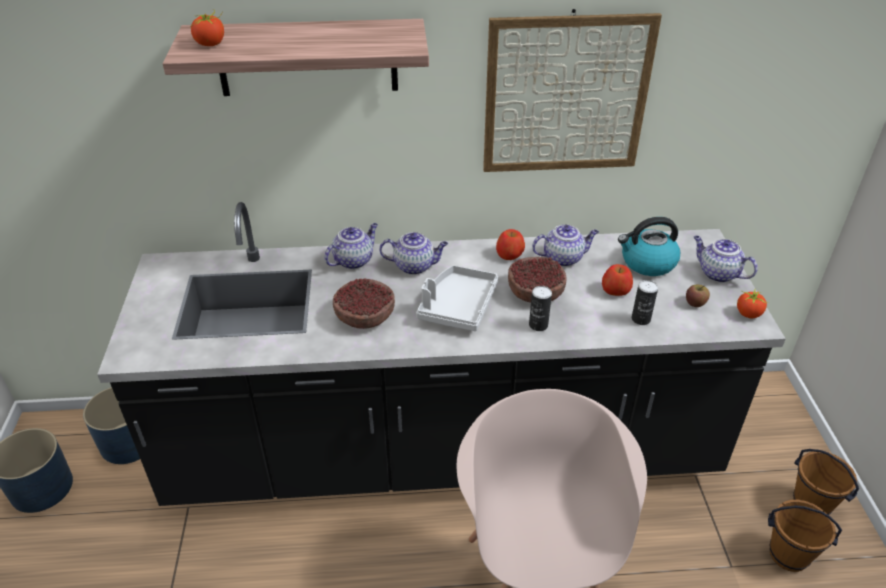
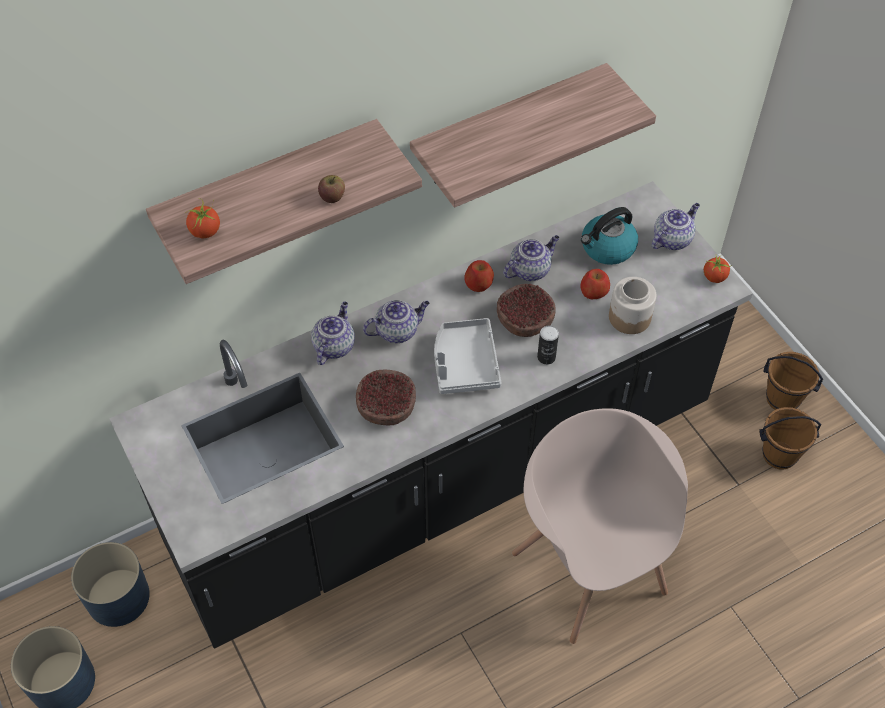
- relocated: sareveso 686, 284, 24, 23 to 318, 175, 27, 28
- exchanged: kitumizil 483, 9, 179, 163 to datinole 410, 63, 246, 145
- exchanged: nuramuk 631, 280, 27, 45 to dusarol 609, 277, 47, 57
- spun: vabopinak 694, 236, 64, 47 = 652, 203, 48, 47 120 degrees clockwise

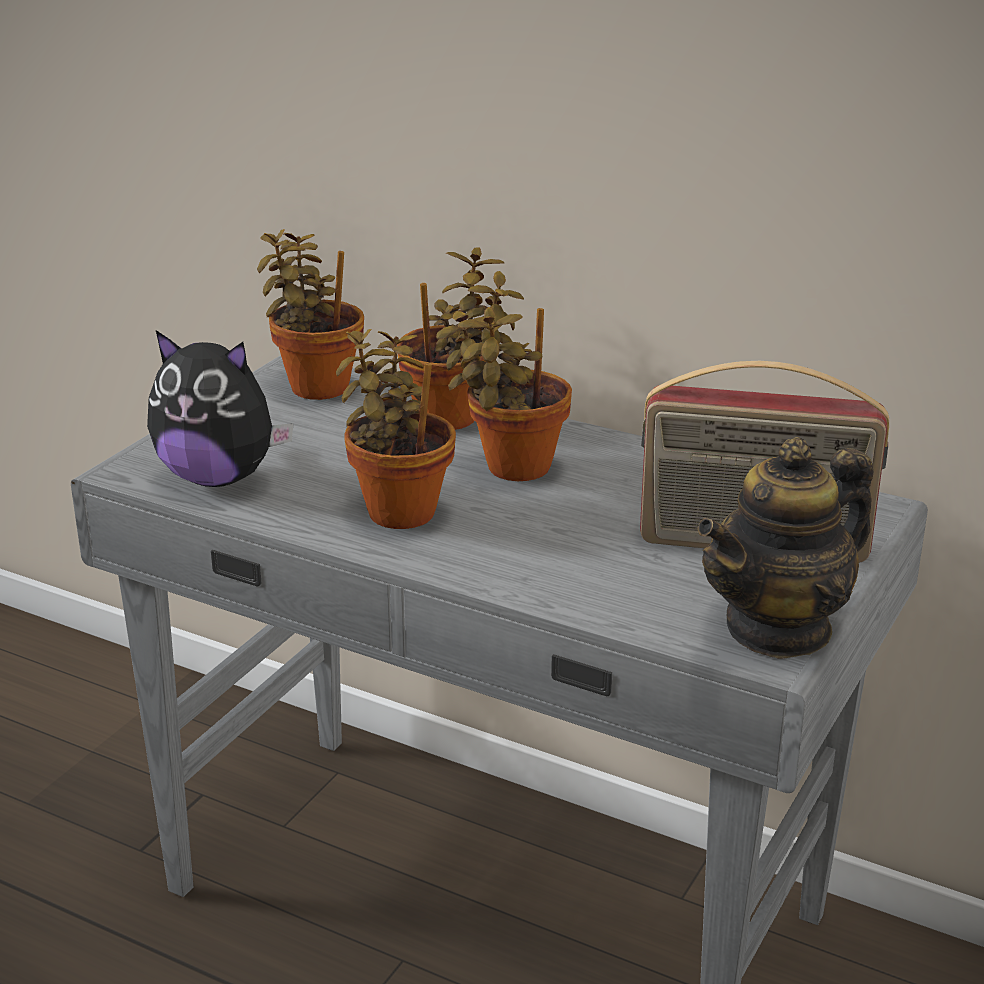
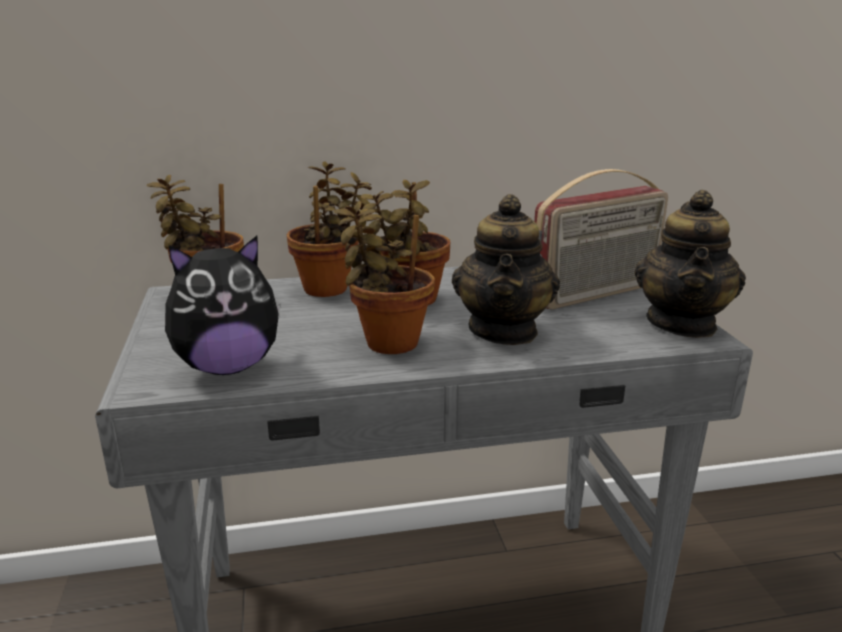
- appeared: vabopinak 452, 194, 108, 151

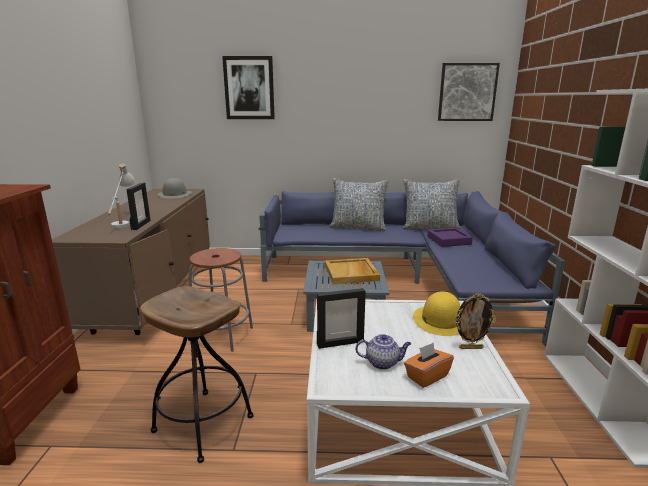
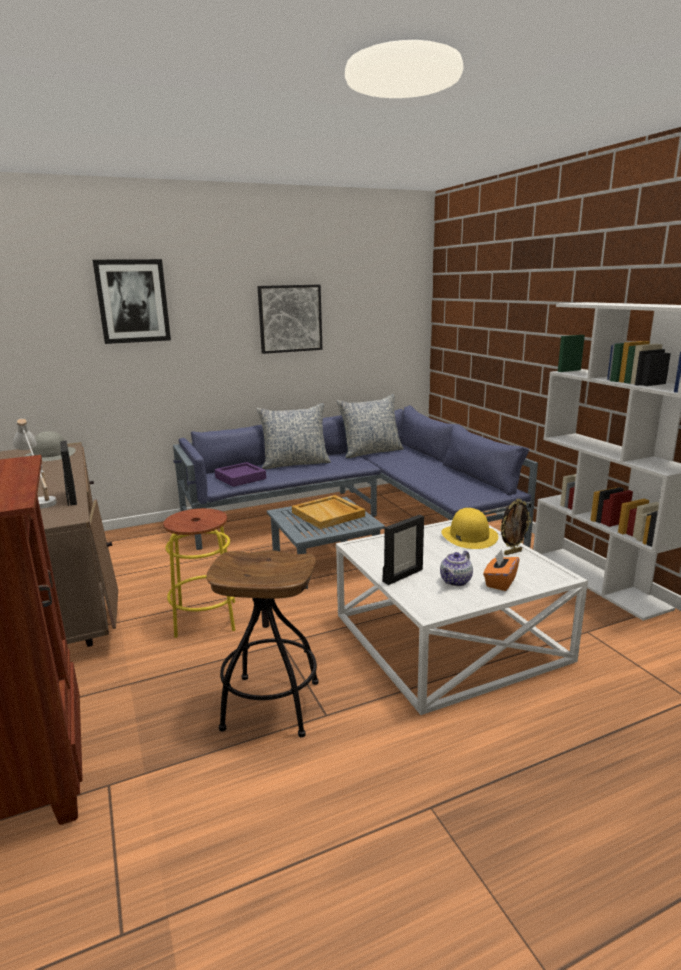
- colour: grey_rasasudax 189, 248, 64, 104 to yellow_rasasudax 163, 508, 72, 130
- relocated: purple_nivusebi 427, 228, 46, 19 to 215, 462, 51, 25
- relocated: kitumizil 438, 63, 62, 58 to 257, 284, 66, 70
- spun: vabopinak 356, 334, 55, 36 = 440, 551, 33, 35 150 degrees clockwise

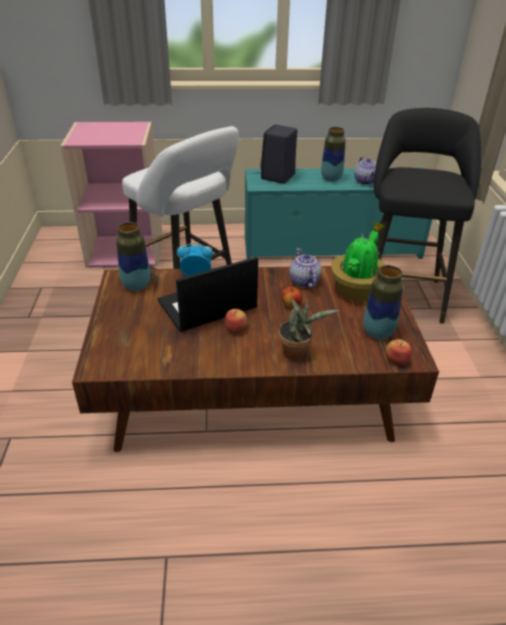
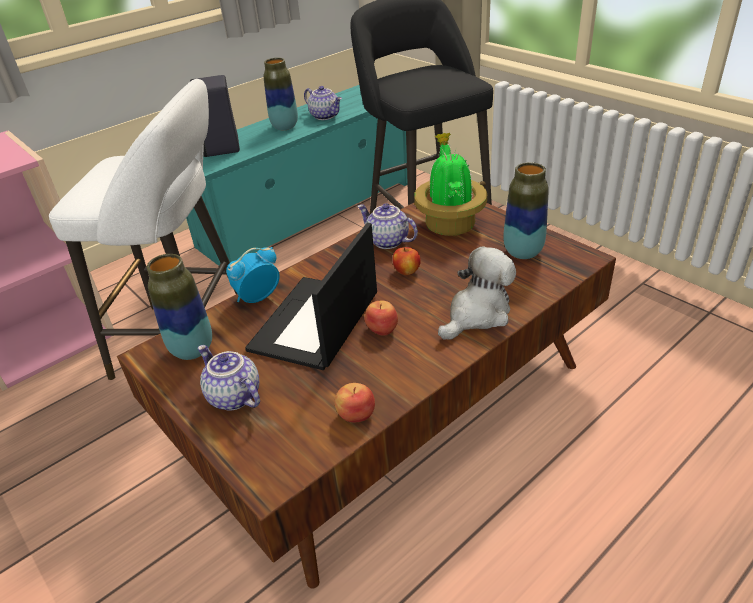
- appeared: vabopinak 198, 345, 62, 65
- relocated: sareveso 386, 339, 26, 26 to 334, 383, 41, 39
- exchanged: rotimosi 279, 298, 60, 62 to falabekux 438, 246, 78, 94

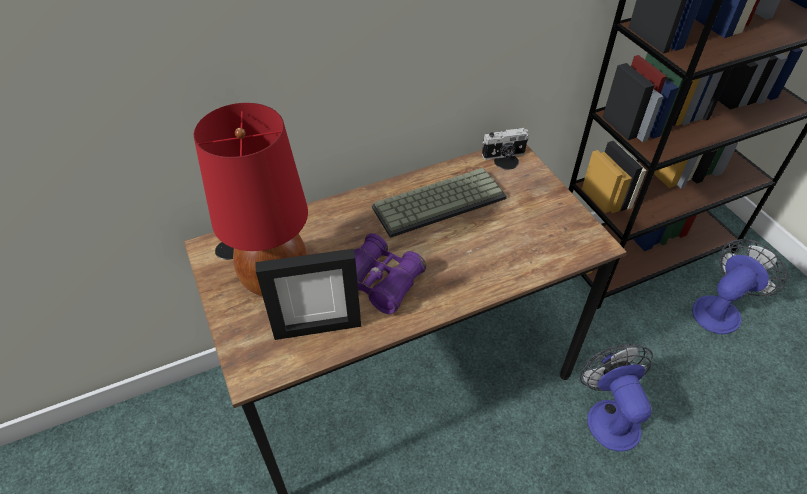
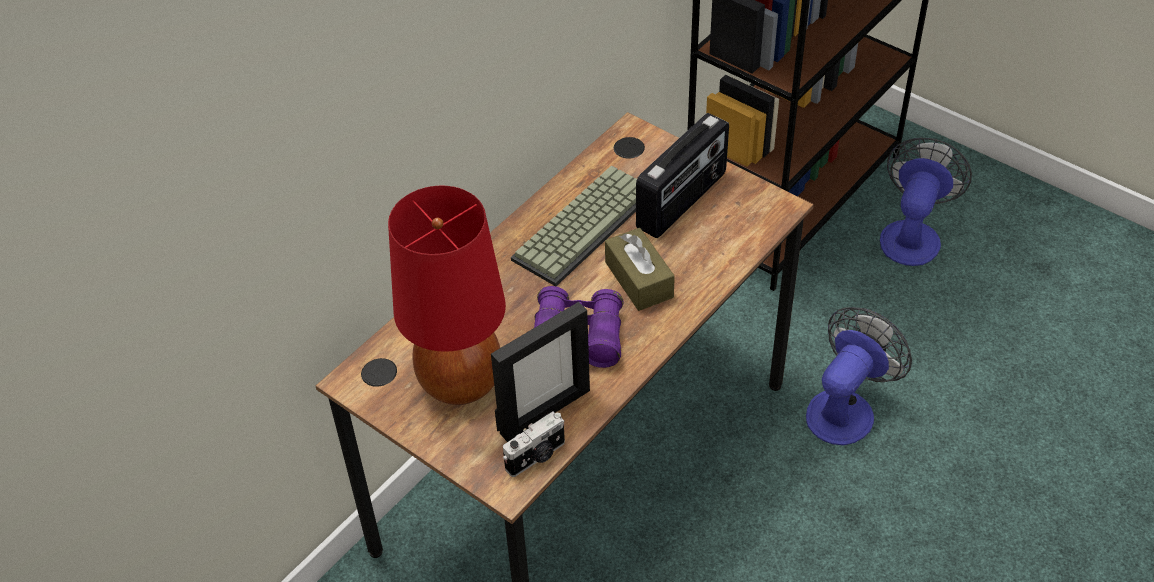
- relocated: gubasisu 482, 128, 47, 32 to 503, 412, 62, 65
- appeared: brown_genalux 605, 228, 70, 83
- appeared: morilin 636, 113, 93, 125
- spun: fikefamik 580, 344, 73, 108 = 806, 307, 106, 139 75 degrees clockwise

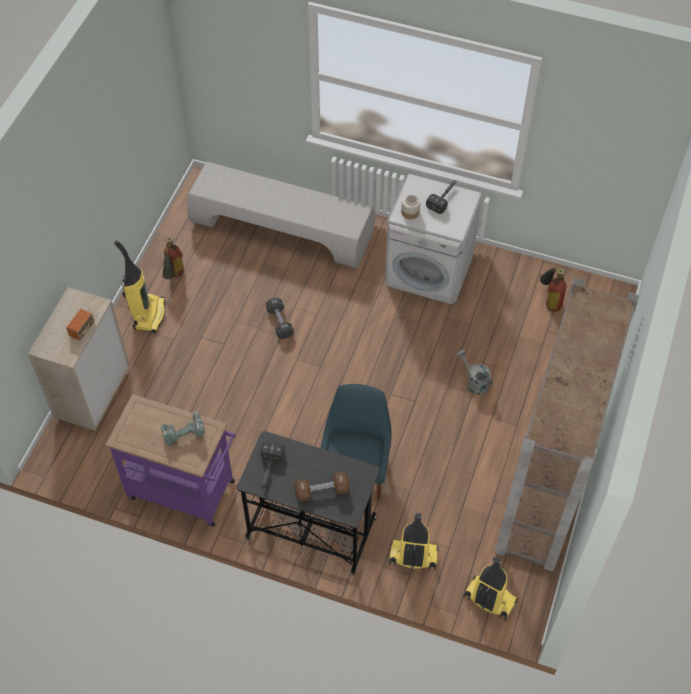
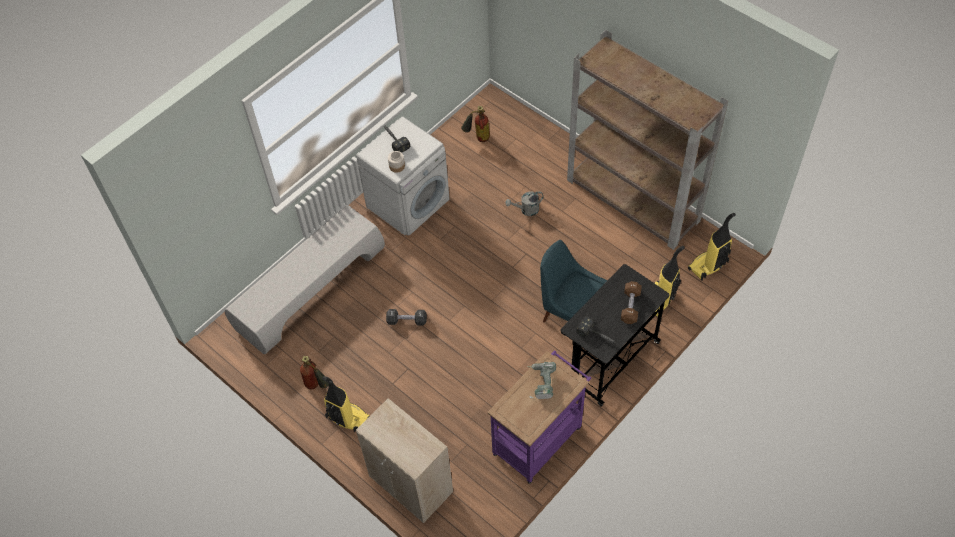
- missing: morilin 41, 309, 54, 46

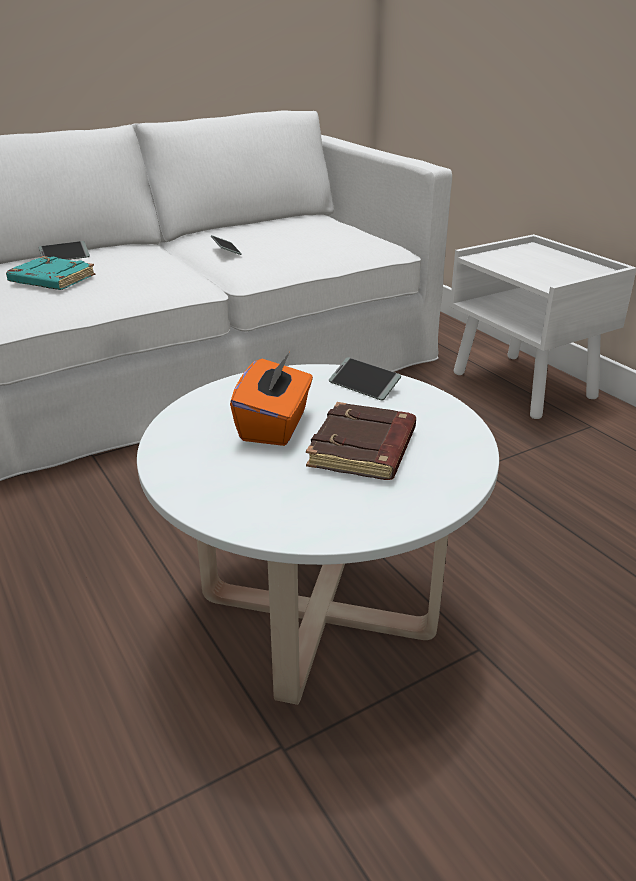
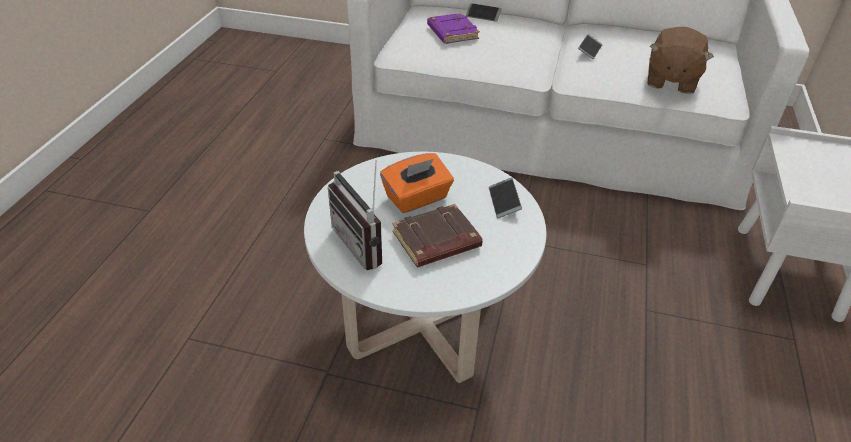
- appeared: morilin 328, 160, 54, 110
- colour: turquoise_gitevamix 6, 256, 89, 34 to purple_gitevamix 427, 13, 53, 31
- appeared: brown_falabekux 648, 27, 66, 67

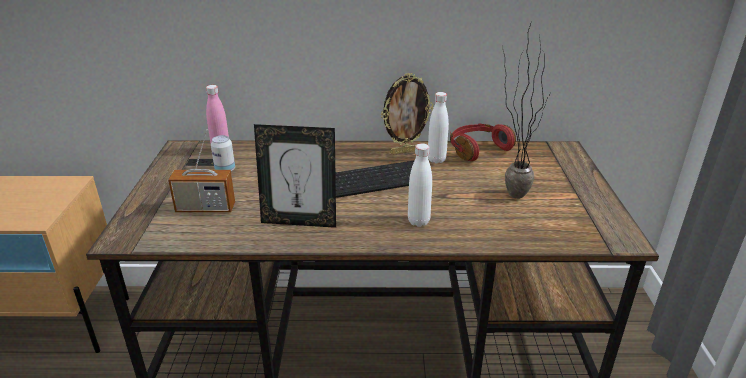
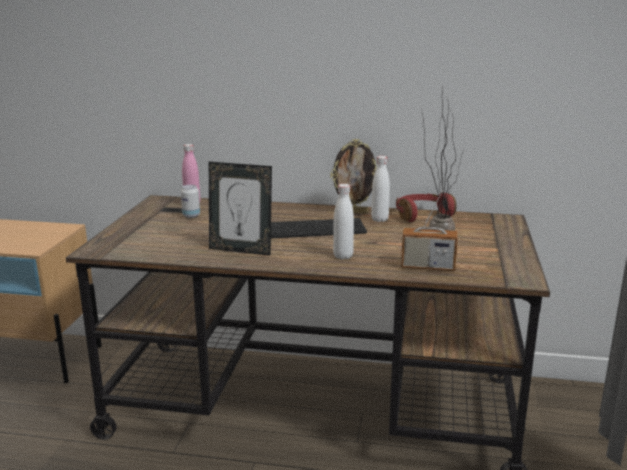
- relocated: morilin 168, 129, 67, 83 to 401, 190, 57, 81

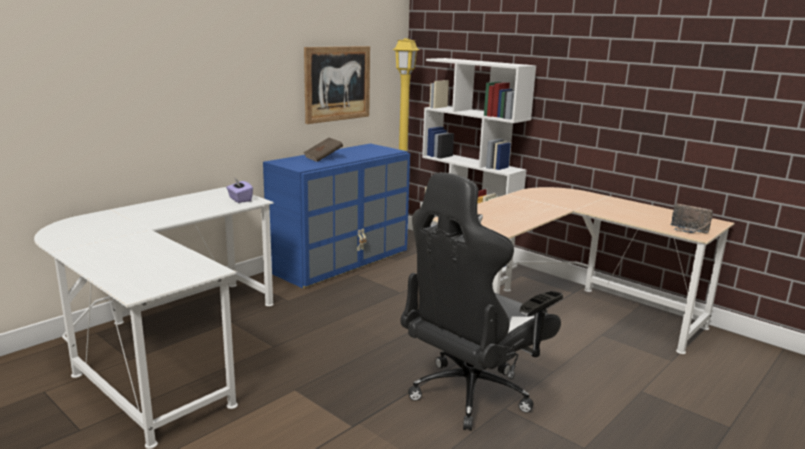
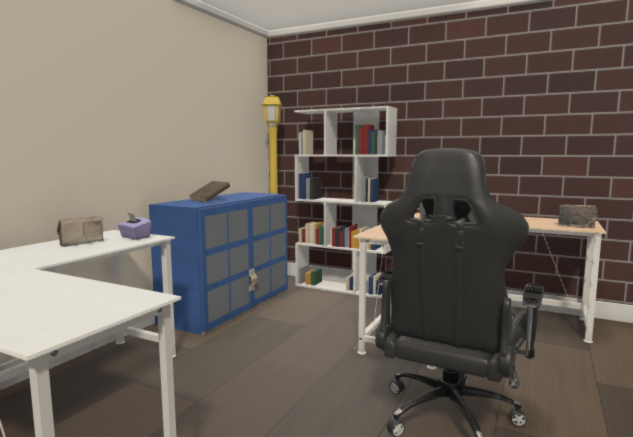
- appeared: morilin 57, 216, 47, 31
- missing: kitumizil 304, 46, 66, 78

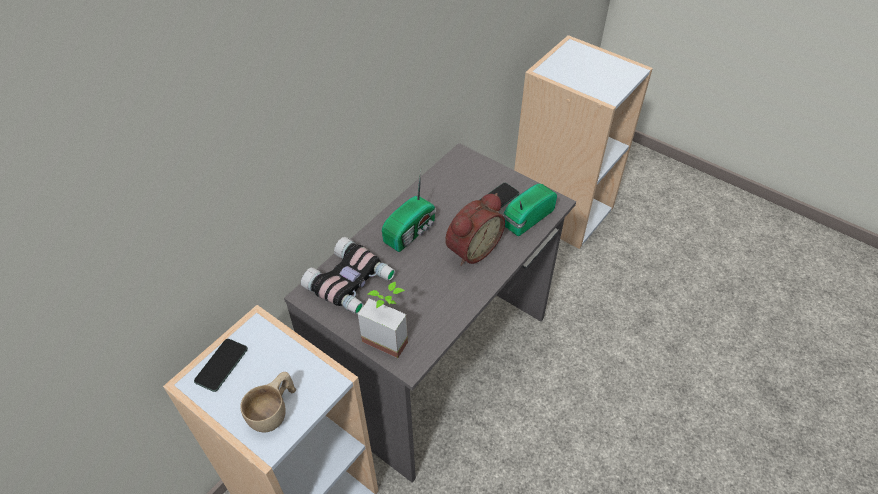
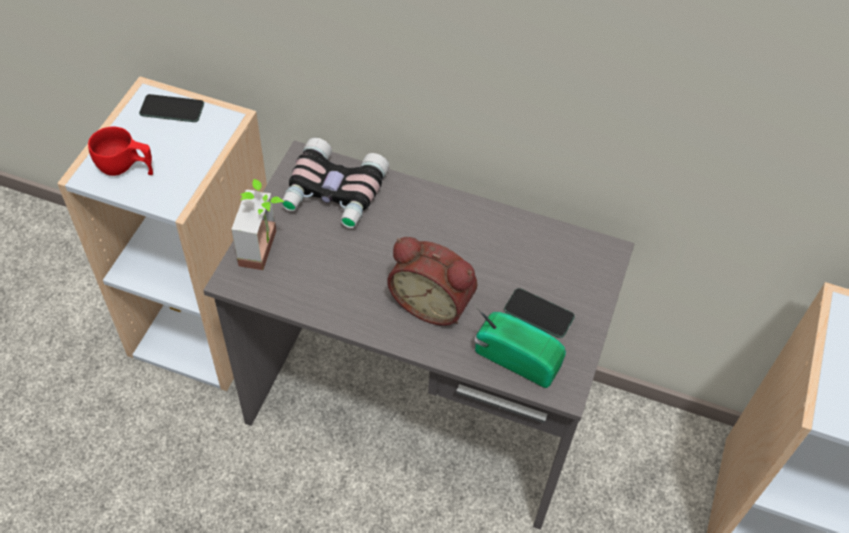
- colour: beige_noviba 240, 372, 56, 60 to red_noviba 88, 127, 65, 49
- missing: morilin 382, 170, 54, 82

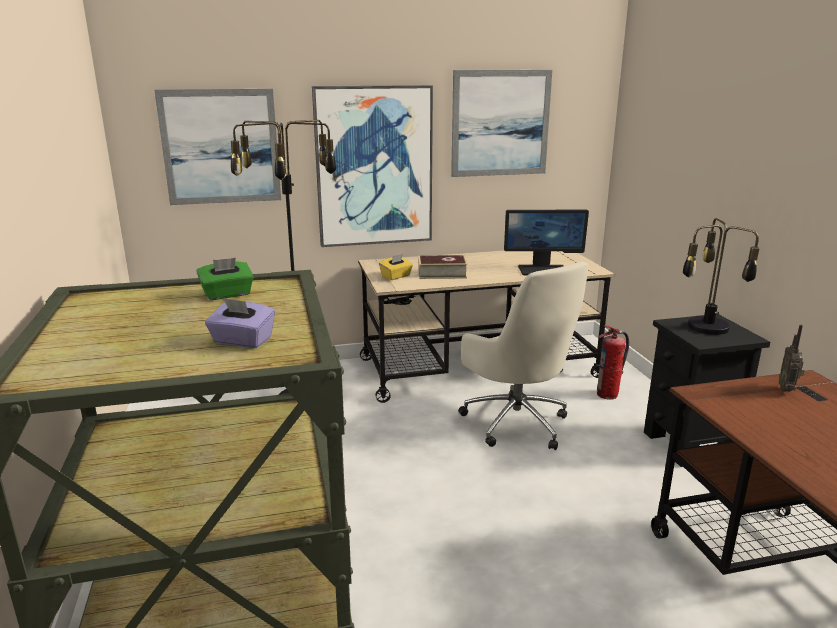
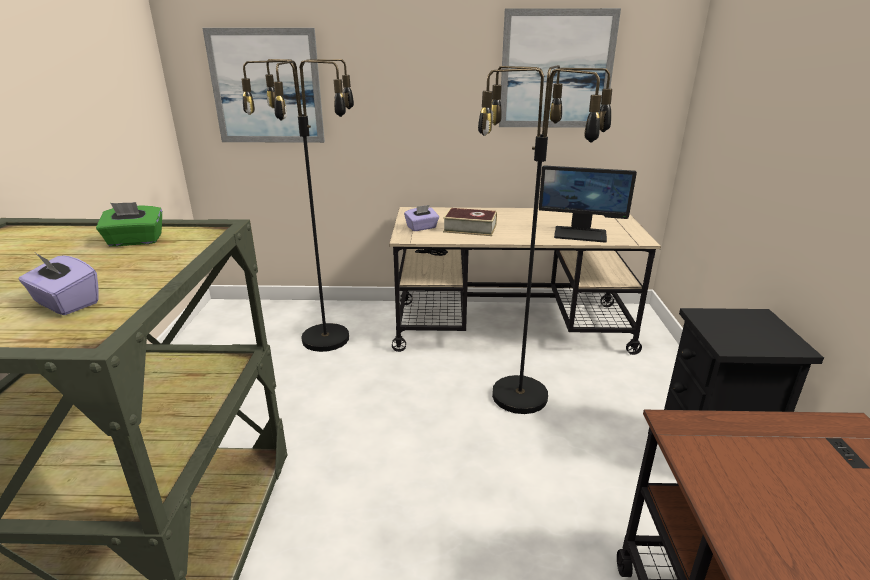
- colour: yellow_genalux 379, 254, 34, 26 to purple_genalux 404, 205, 35, 26
- exchanged: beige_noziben 458, 262, 130, 188 to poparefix 478, 65, 134, 349
- missing: kitumizil 312, 85, 121, 162
- missing: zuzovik 597, 325, 32, 75
- missing: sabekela 683, 218, 77, 117
- missing: morilin 779, 325, 26, 67

